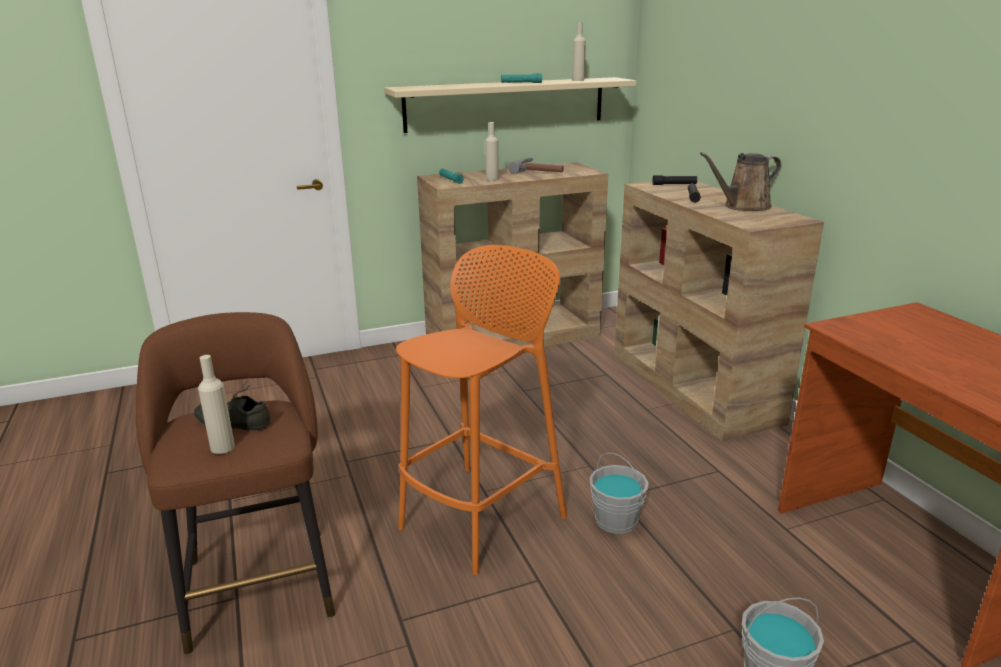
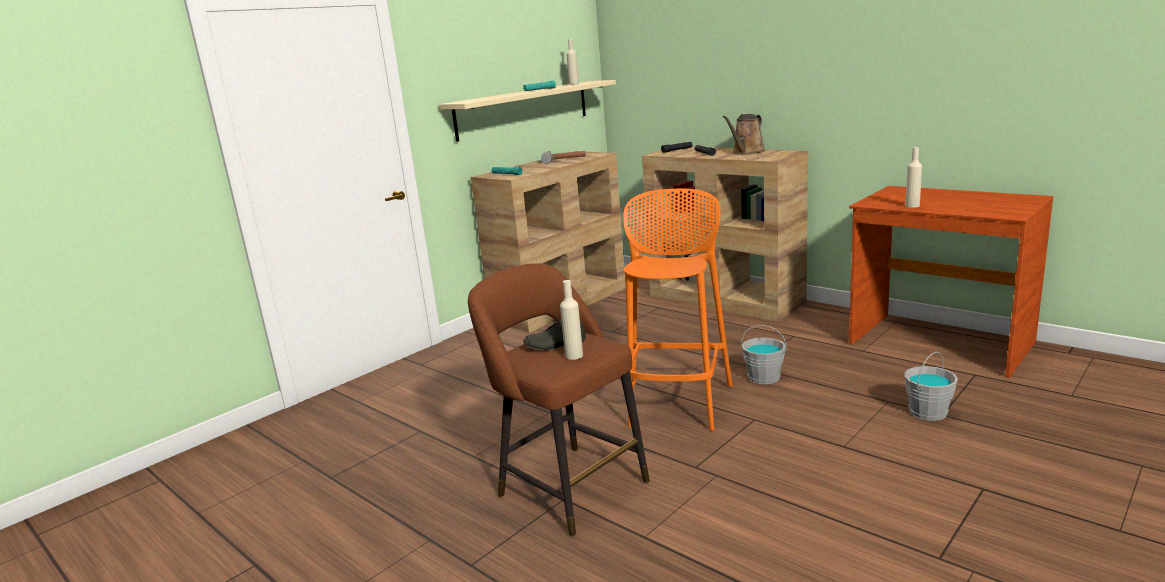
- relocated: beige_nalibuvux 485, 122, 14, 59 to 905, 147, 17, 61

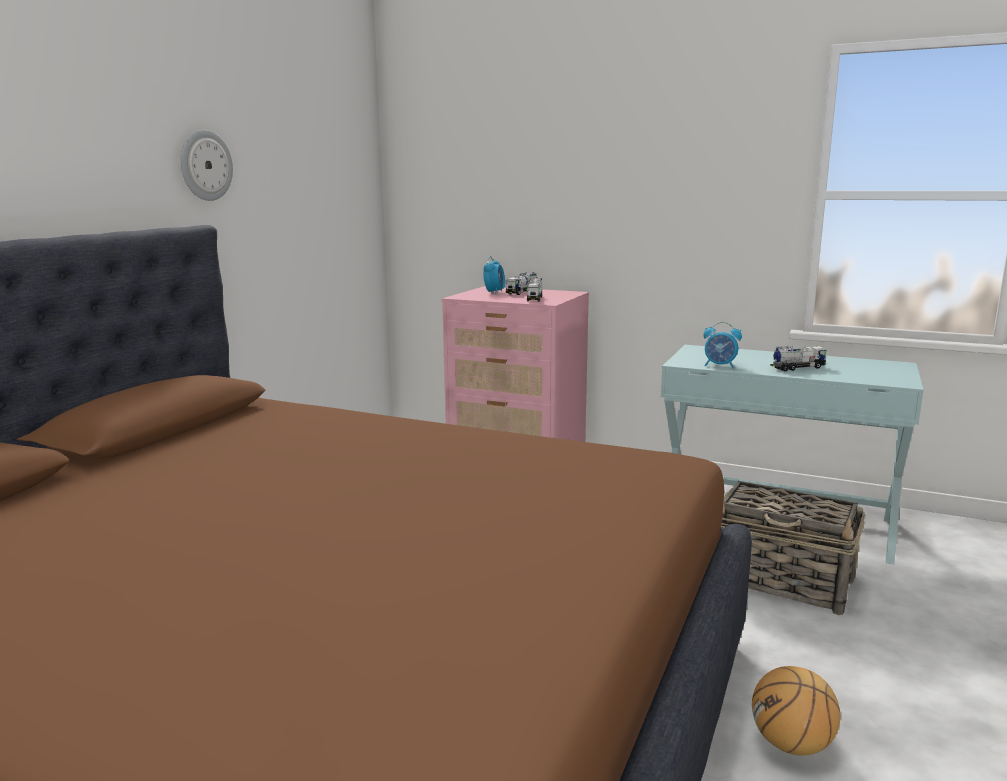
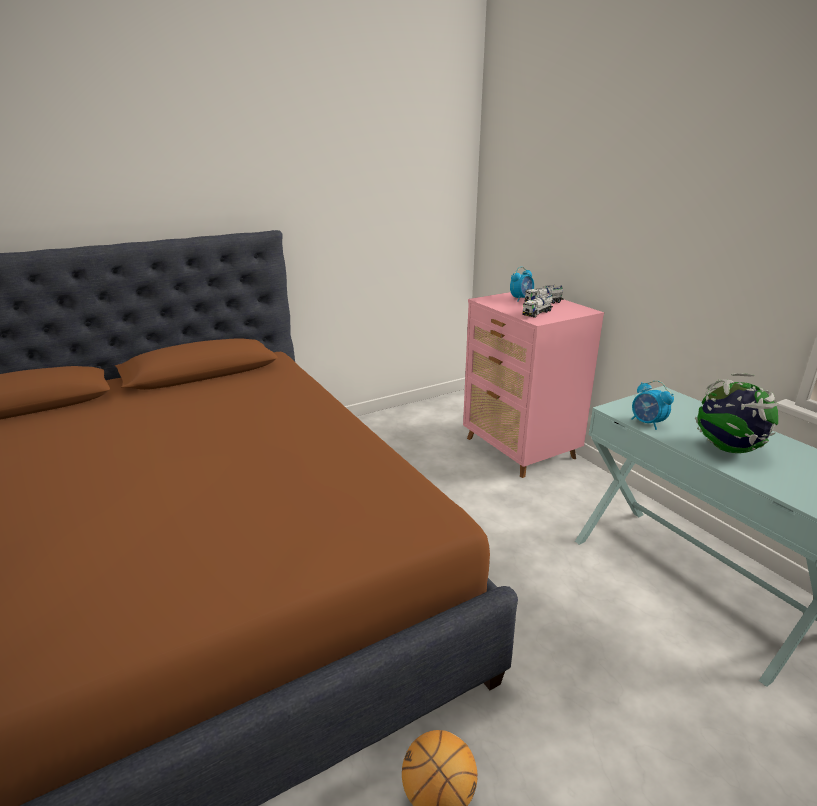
- exchanged: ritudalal 770, 345, 56, 26 to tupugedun 695, 373, 83, 80
- missing: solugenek 181, 130, 52, 71
- missing: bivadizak 721, 481, 144, 134

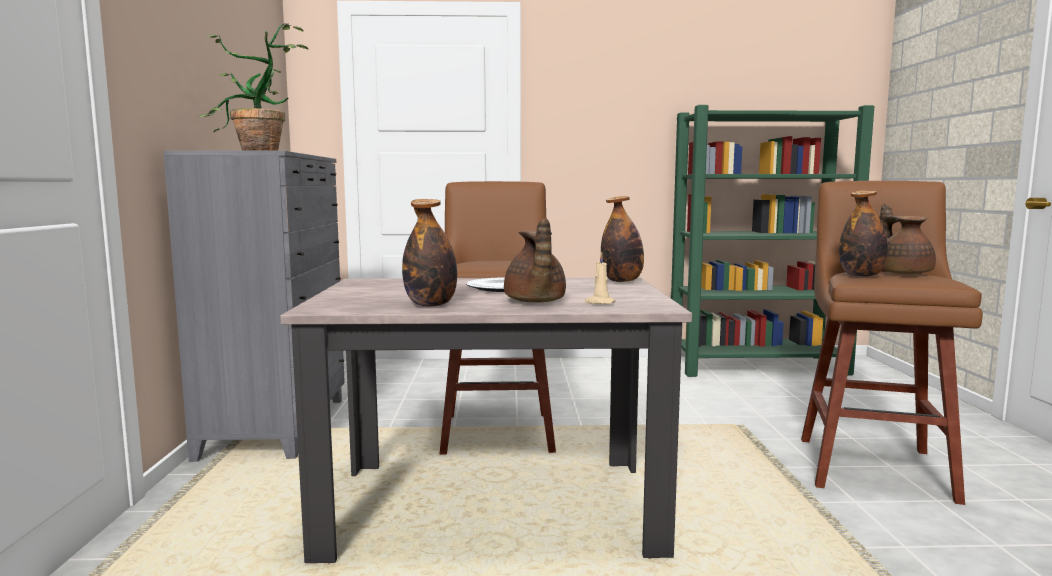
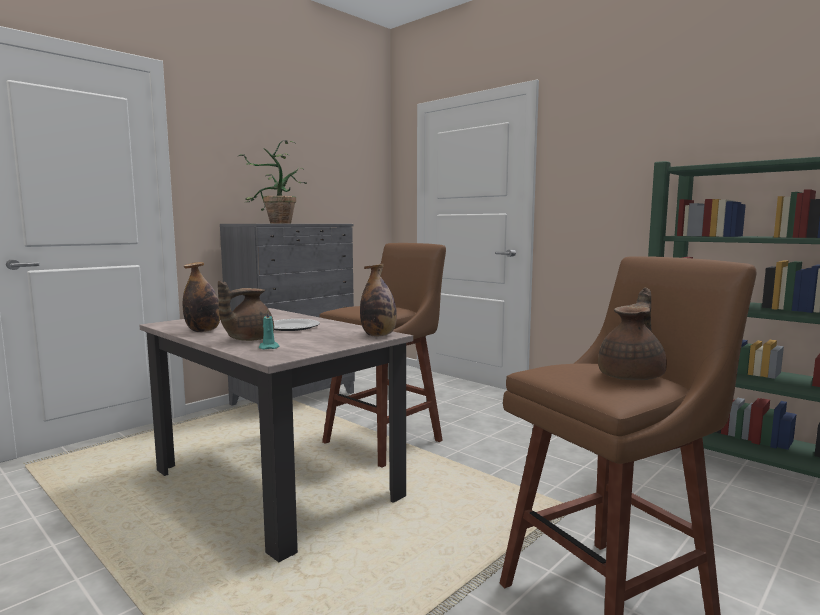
- colour: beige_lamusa 585, 252, 31, 52 to turquoise_lamusa 259, 309, 20, 40
- missing: nalibuvux 839, 190, 49, 87

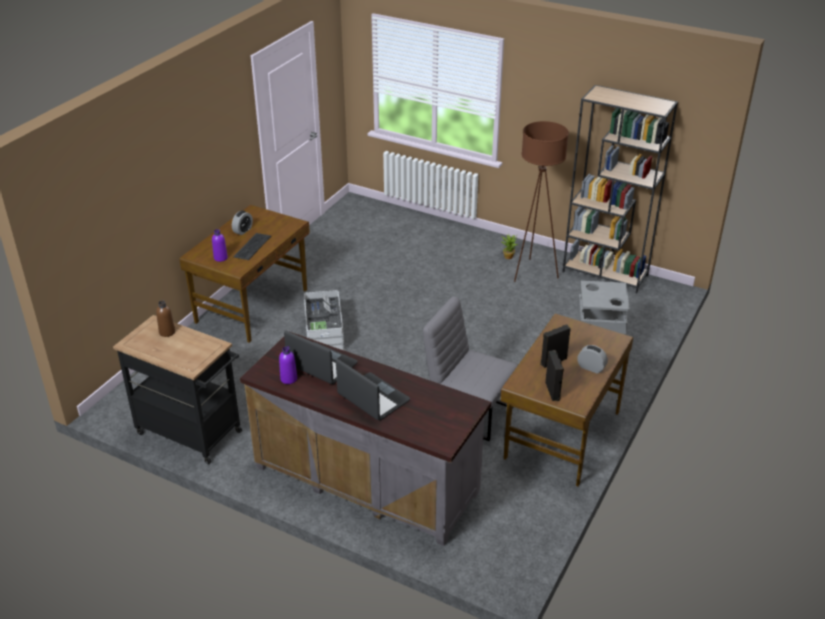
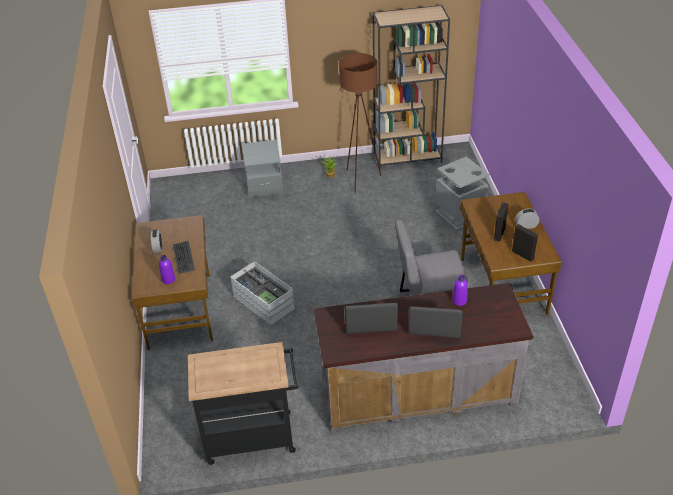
- appeared: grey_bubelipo 242, 140, 41, 57
- relocated: purple_nalibuvux 279, 346, 18, 38 to 452, 275, 16, 31
- missing: brown_nalibuvux 156, 301, 19, 36

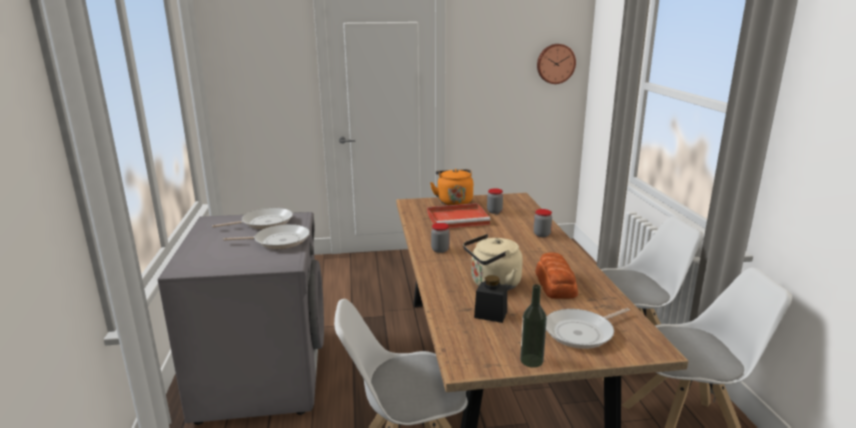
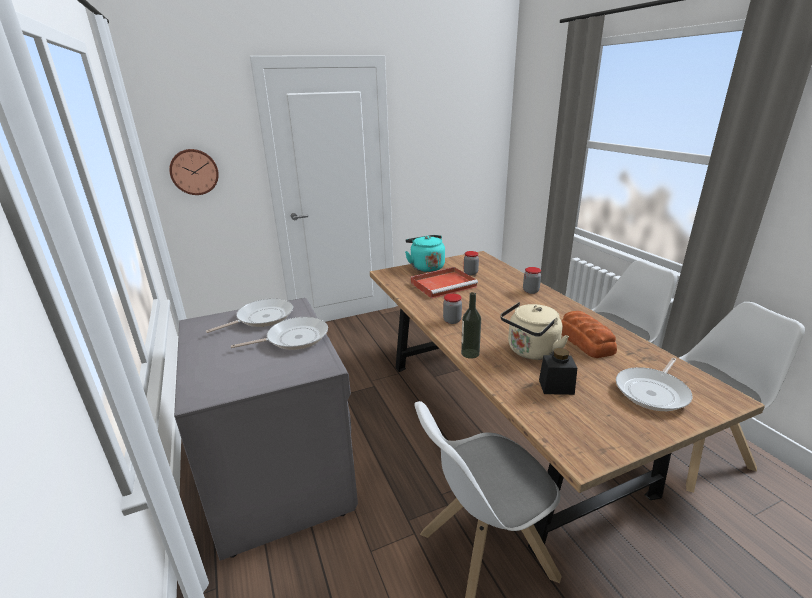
- relocated: solugenek 537, 44, 39, 40 to 169, 149, 50, 46
- colour: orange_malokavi 430, 169, 43, 36 to turquoise_malokavi 405, 235, 40, 37
- relocated: nalibuvux 520, 284, 27, 84 to 461, 292, 20, 67

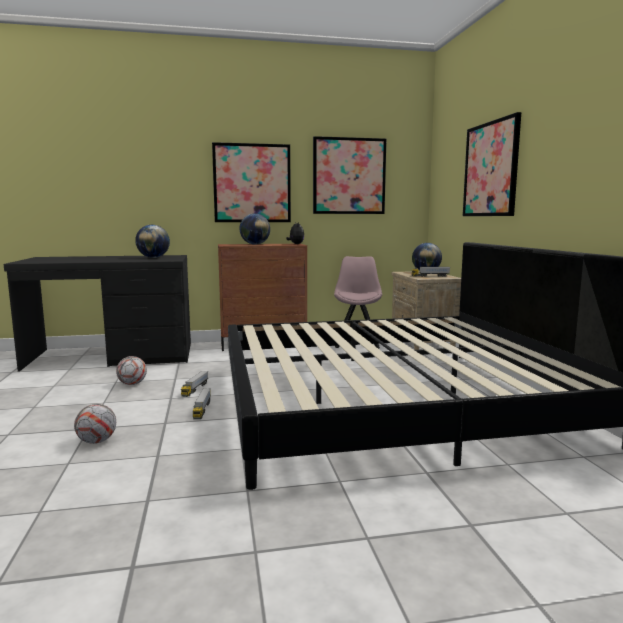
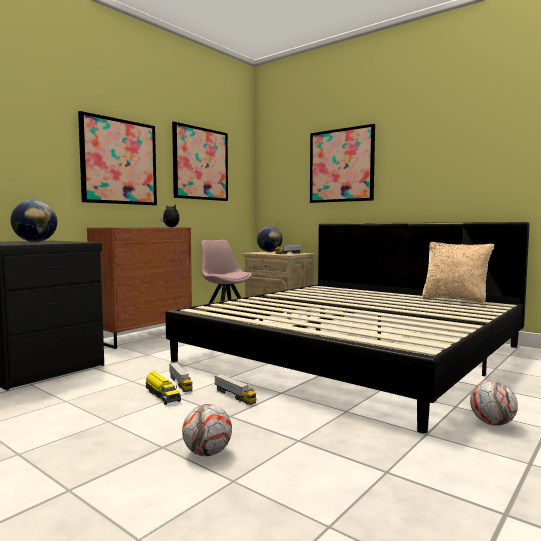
- appeared: ritudalal 145, 371, 36, 34
- appeared: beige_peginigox 422, 242, 72, 62
- relocated: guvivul 116, 356, 31, 29 to 470, 381, 48, 45
- missing: tupugedun 240, 213, 30, 32

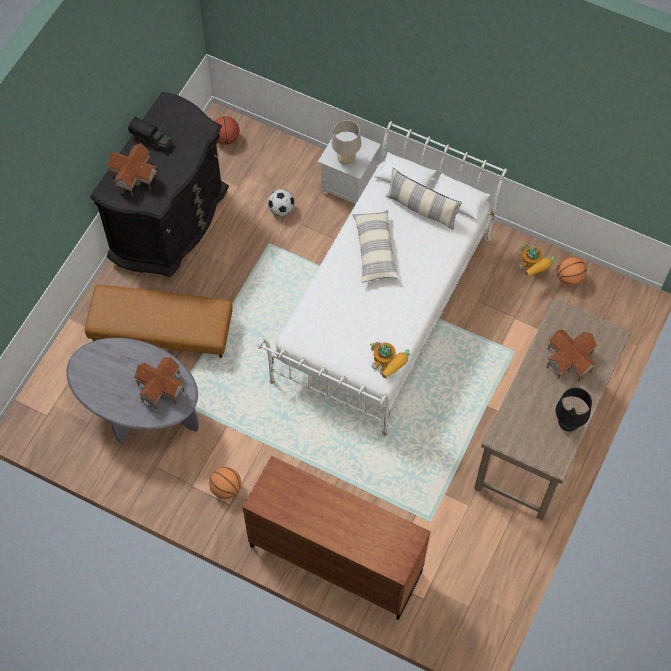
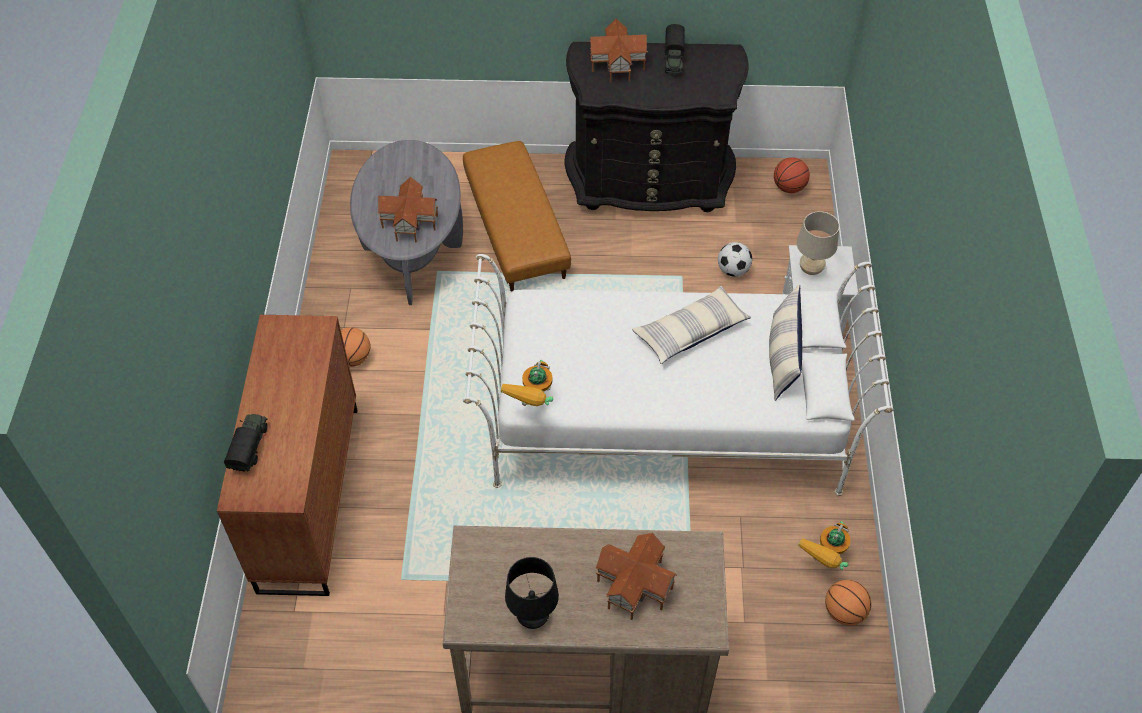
- appeared: ritudalal 224, 414, 44, 58

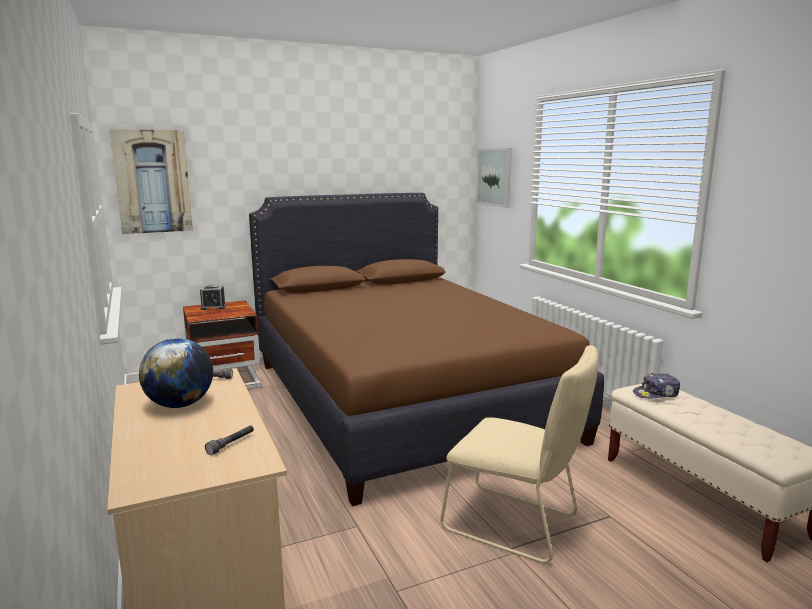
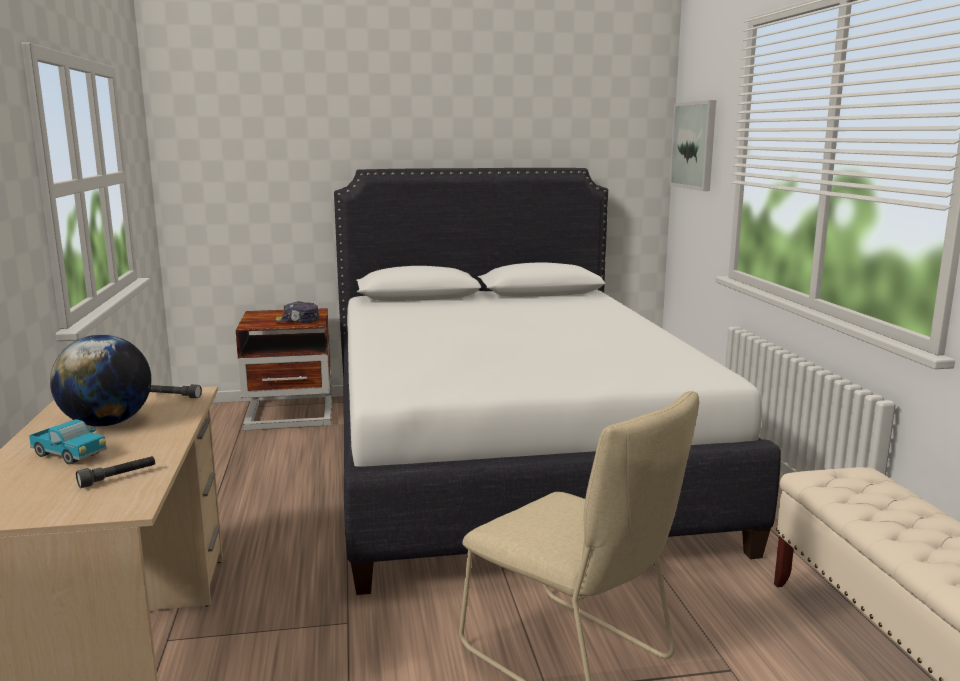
- appeared: ritudalal 29, 419, 78, 46
- relocated: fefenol 633, 373, 47, 26 to 275, 301, 45, 22
- colour: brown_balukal 249, 193, 355, 313 to white_balukal 334, 168, 447, 427
- missing: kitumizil 110, 129, 83, 105
- missing: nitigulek 200, 284, 26, 26

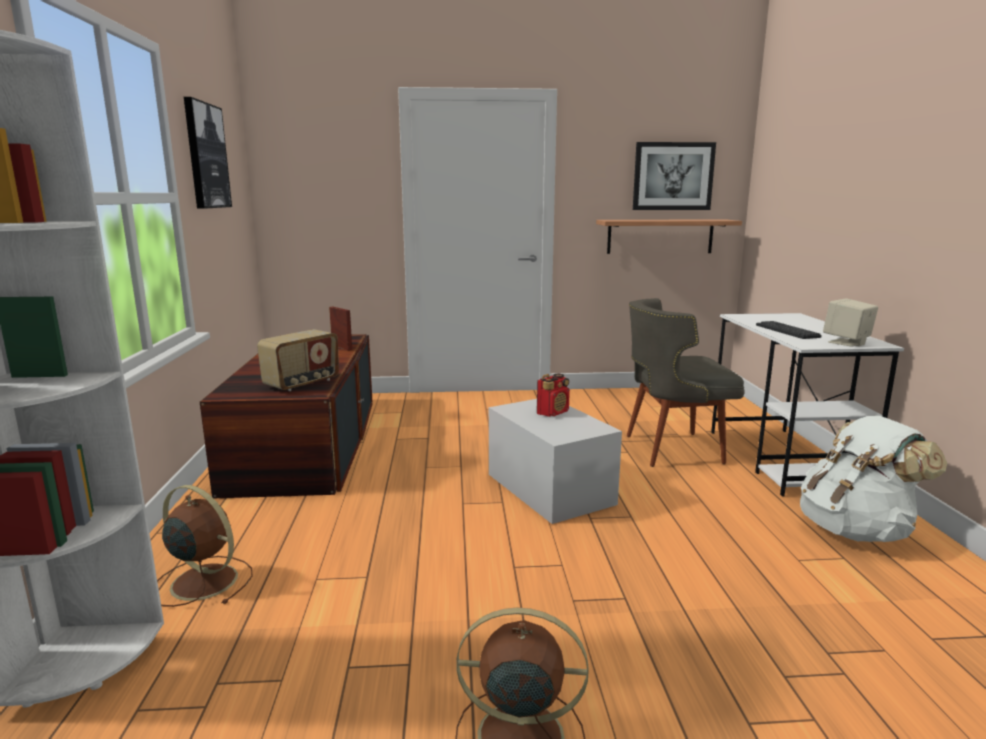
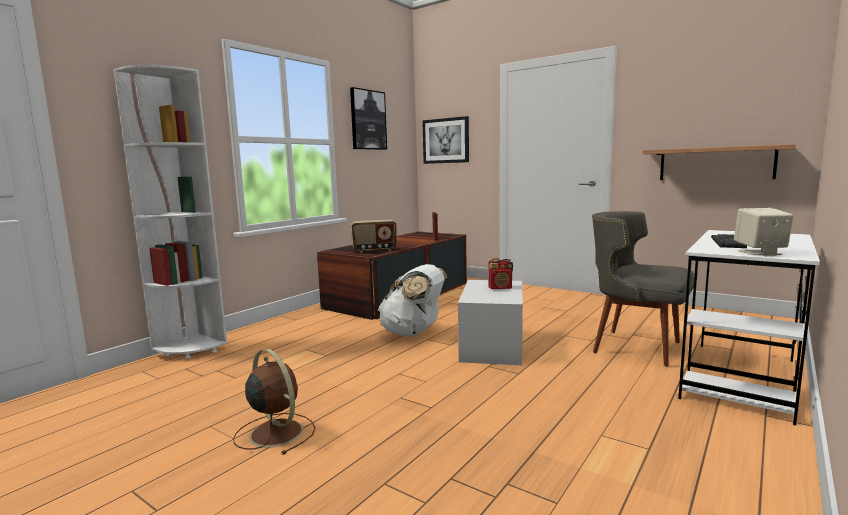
- relocated: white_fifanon 800, 416, 147, 126 to 378, 264, 69, 73
- relocated: kitumizil 633, 142, 83, 68 to 422, 116, 47, 48
- missing: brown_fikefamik 157, 485, 95, 122

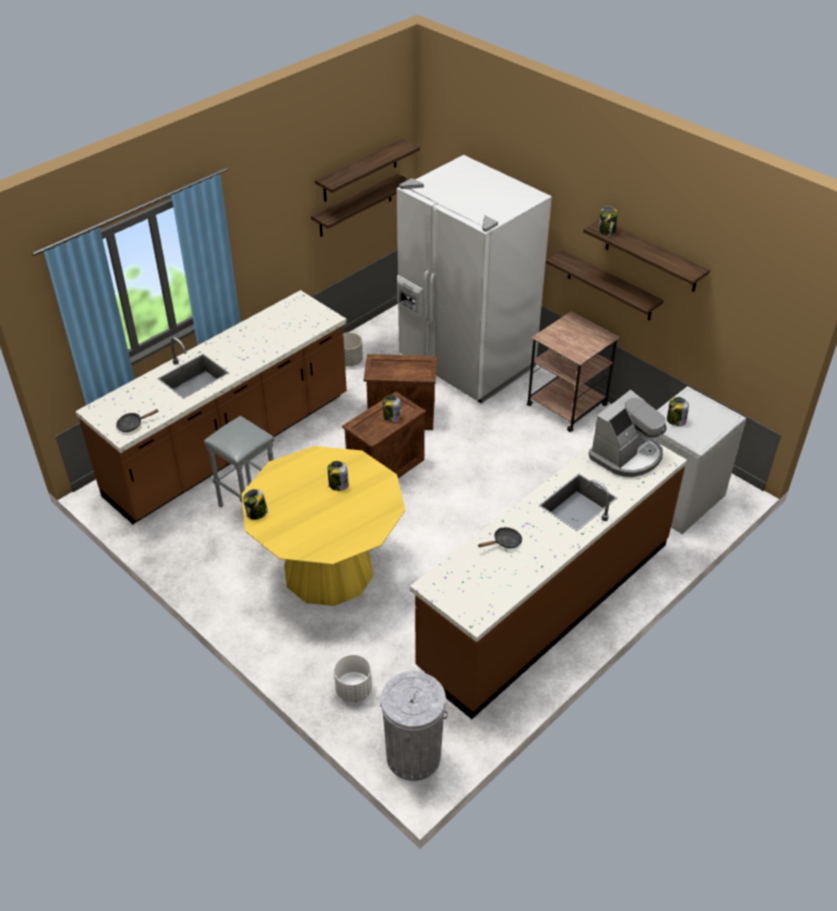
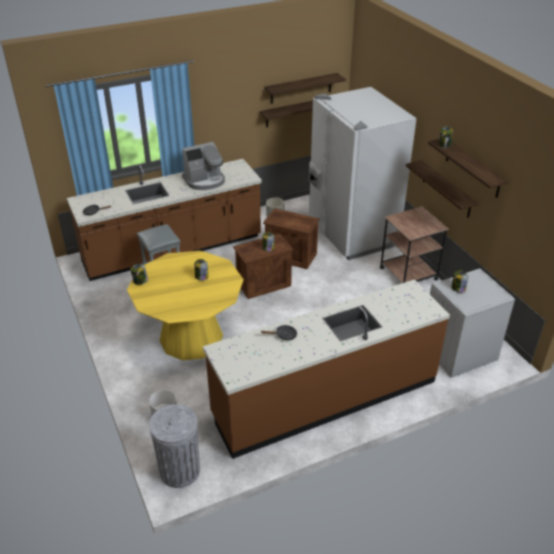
- relocated: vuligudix 589, 390, 77, 87 to 182, 142, 43, 48

